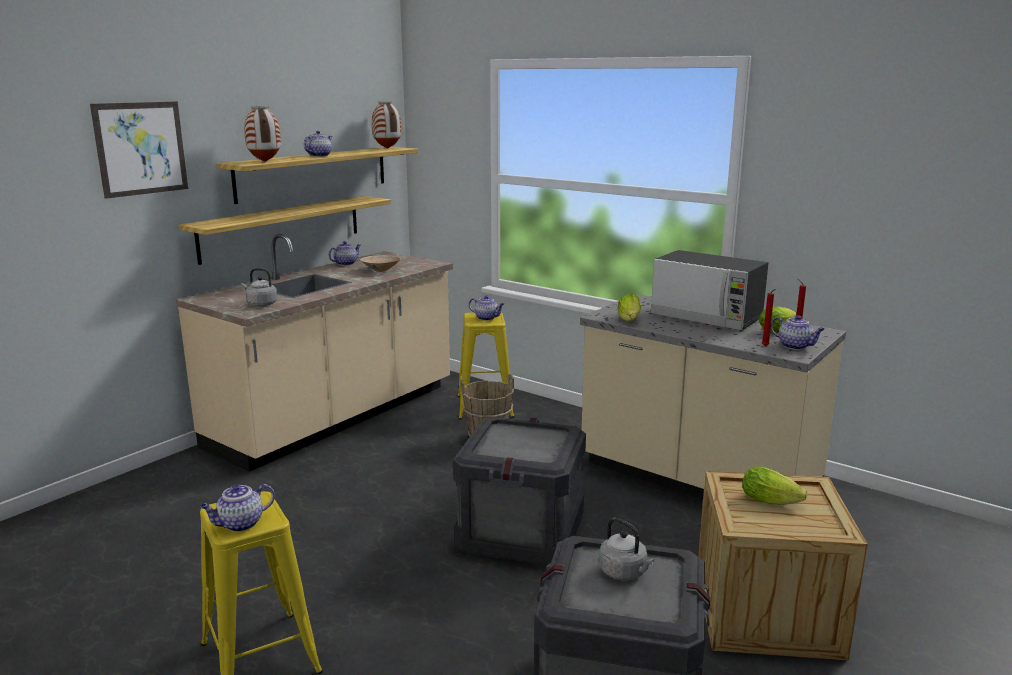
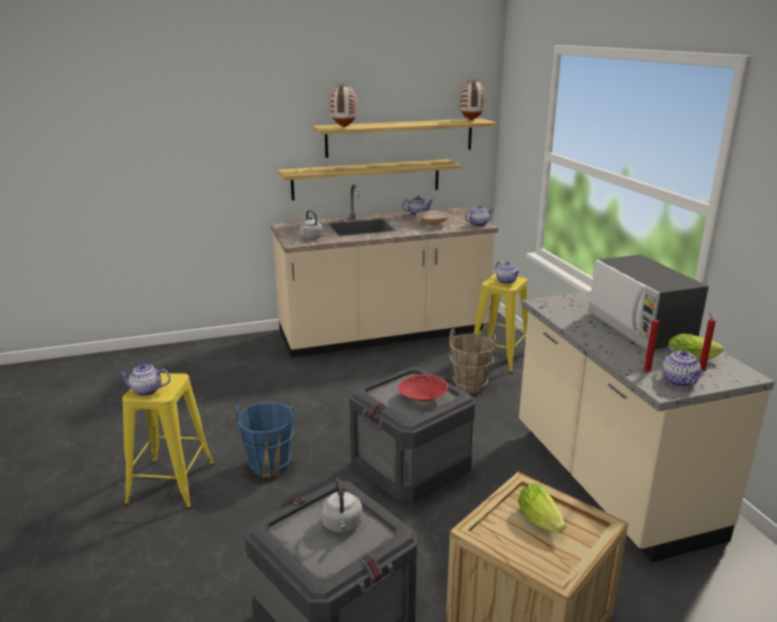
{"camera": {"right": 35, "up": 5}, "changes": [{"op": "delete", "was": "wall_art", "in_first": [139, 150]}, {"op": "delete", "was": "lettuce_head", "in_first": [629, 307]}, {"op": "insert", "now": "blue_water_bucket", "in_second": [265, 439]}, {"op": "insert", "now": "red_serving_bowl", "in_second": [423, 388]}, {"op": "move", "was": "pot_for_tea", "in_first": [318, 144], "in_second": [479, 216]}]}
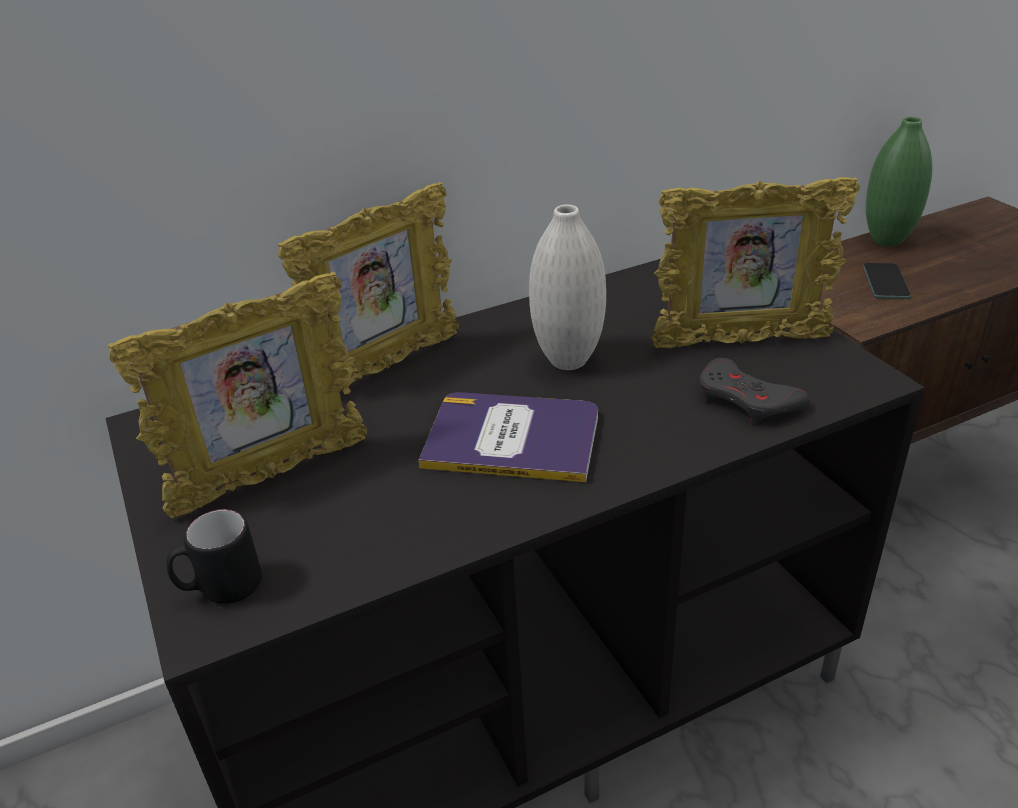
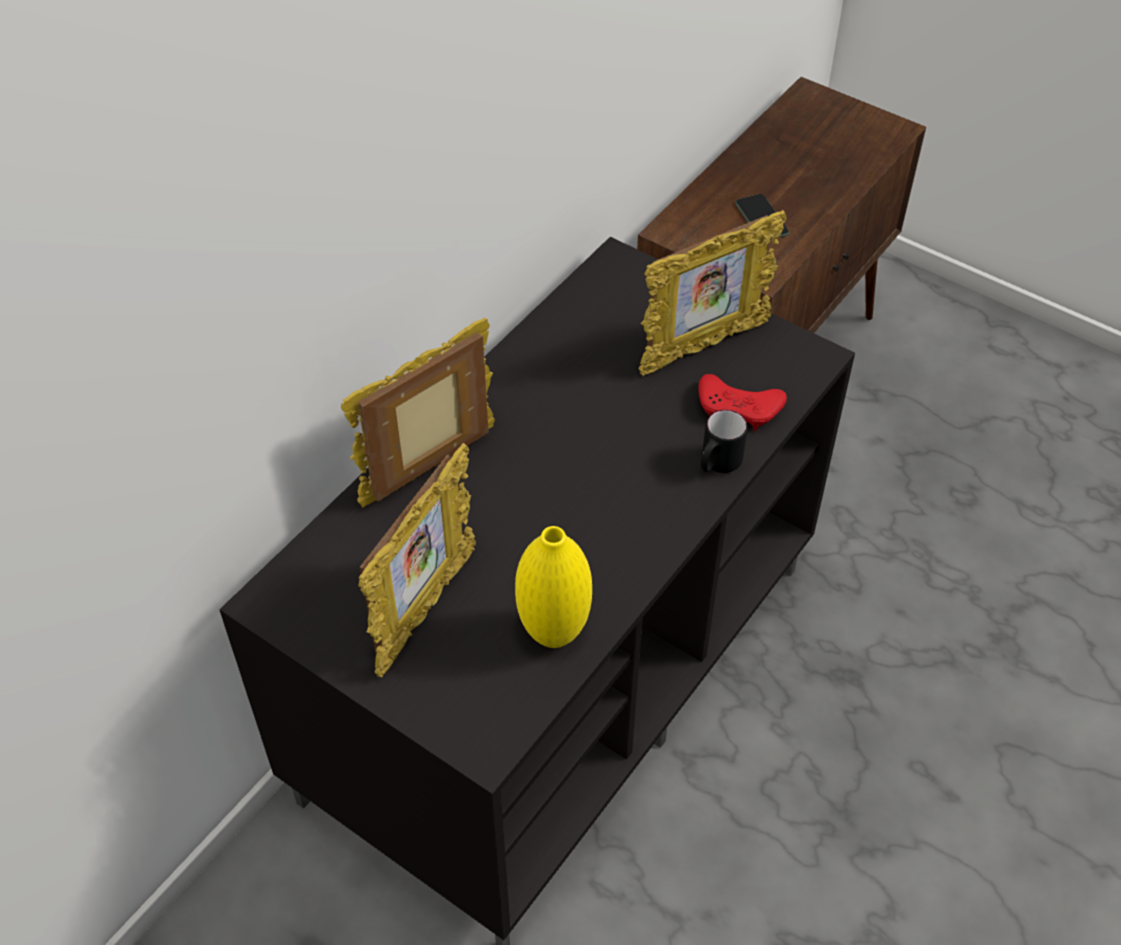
{"camera": {"right": -30, "up": 15}, "changes": [{"op": "delete", "was": "volume", "in_first": [508, 437]}, {"op": "delete", "was": "whitish_vase", "in_first": [567, 287]}, {"op": "delete", "was": "green-coloured_vase", "in_first": [899, 182]}, {"op": "insert", "now": "yellowish_vase", "in_second": [553, 587]}, {"op": "move", "was": "black-coloured_mug", "in_first": [214, 556], "in_second": [724, 441]}, {"op": "recolor", "was": "greyish_gamepad", "now": "red_gamepad", "in_first": [754, 391], "in_second": [742, 402]}, {"op": "rotate", "was": "standing_frame", "in_first": [368, 286], "in_second": [418, 413], "clockwise": -150}]}
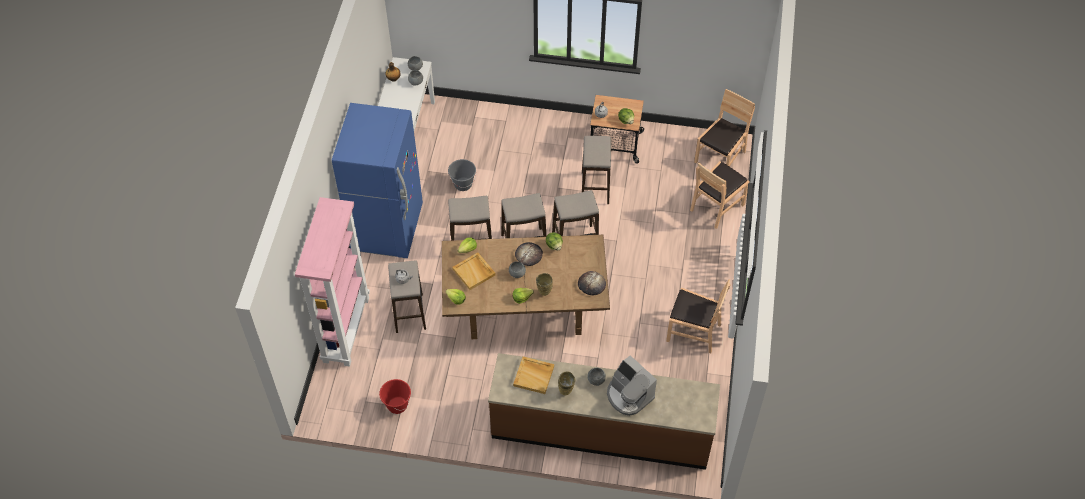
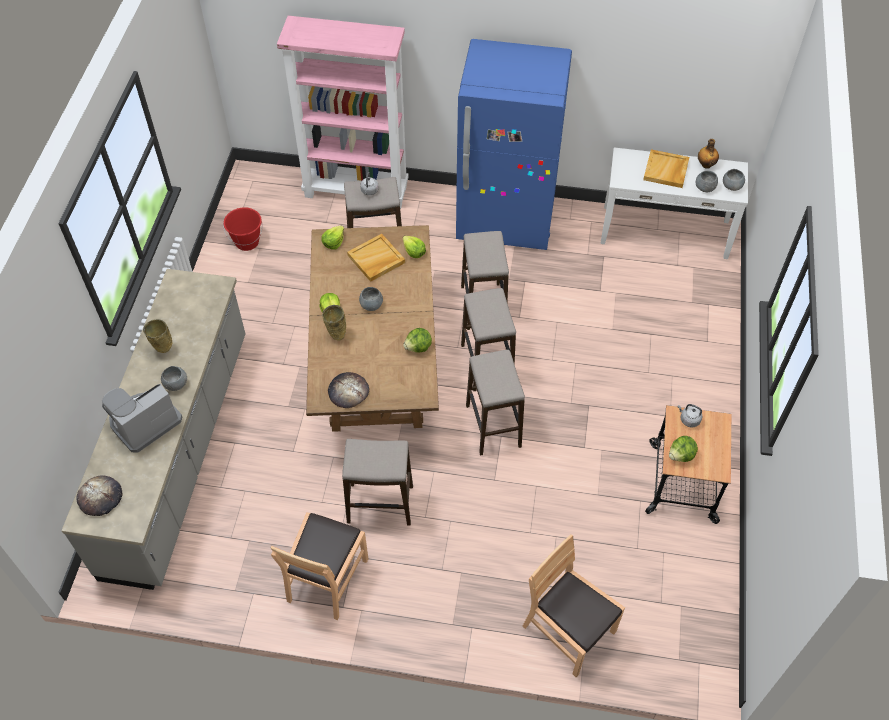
{"camera": {"right": 90, "up": 0}, "changes": [{"op": "delete", "was": "greyish_water_bucket", "in_first": [462, 175]}, {"op": "delete", "was": "brown-coloured_chair", "in_first": [724, 127]}, {"op": "move", "was": "sand-coloured_serving_tray", "in_first": [533, 375], "in_second": [666, 168]}, {"op": "move", "was": "baked_bread", "in_first": [529, 254], "in_second": [99, 495]}, {"op": "move", "was": "sitting_stool", "in_first": [596, 170], "in_second": [377, 482]}, {"op": "recolor", "was": "brown-coloured_counter", "now": "greyish_counter", "in_first": [604, 411], "in_second": [153, 429]}]}
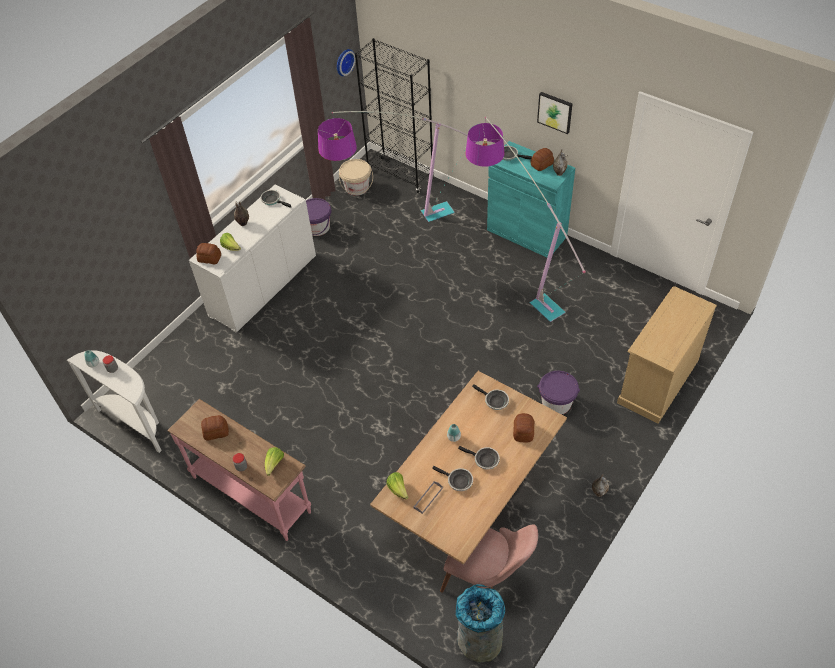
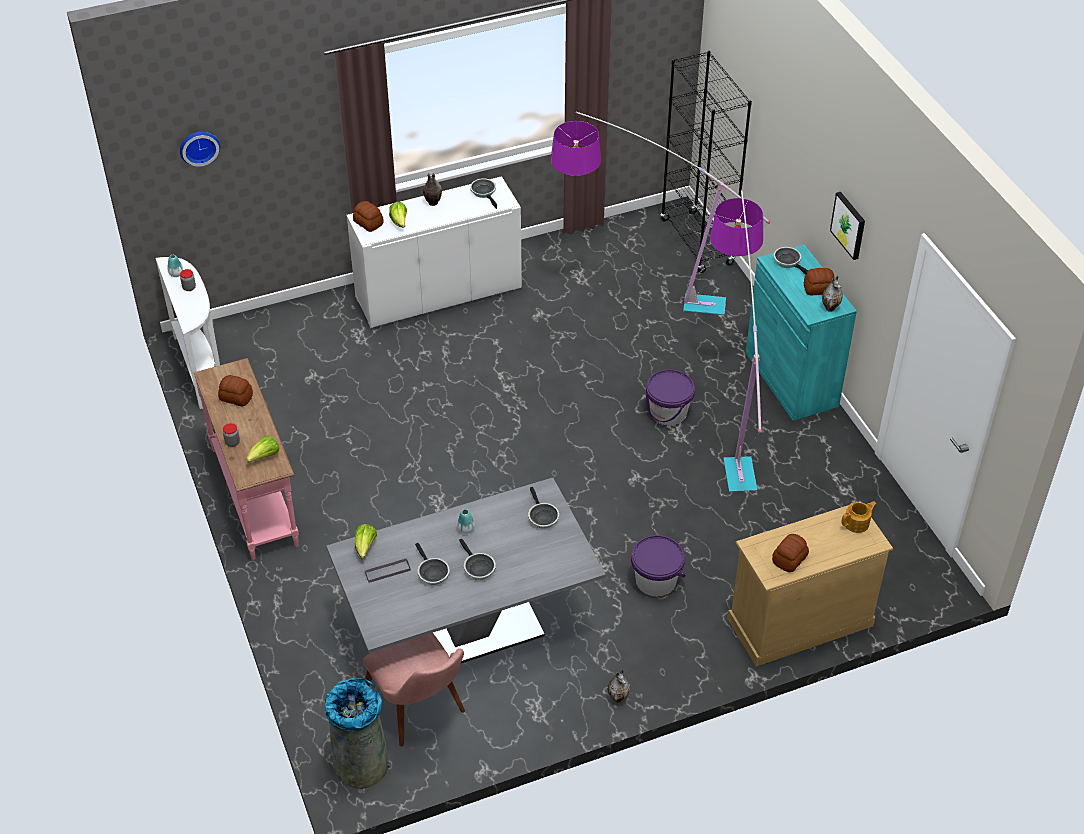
{"camera": {"right": 30, "up": -5}, "changes": [{"op": "delete", "was": "sand-coloured_water_bucket", "in_first": [356, 177]}, {"op": "insert", "now": "pot_for_tea", "in_second": [859, 517]}, {"op": "move", "was": "purple-coloured_water_bucket", "in_first": [318, 217], "in_second": [670, 397]}, {"op": "move", "was": "wall_clock", "in_first": [346, 62], "in_second": [200, 149]}, {"op": "move", "was": "baked_bread", "in_first": [523, 428], "in_second": [790, 553]}, {"op": "recolor", "was": "brown-coloured_dining_table", "now": "greyish_dining_table", "in_first": [468, 468], "in_second": [466, 570]}]}
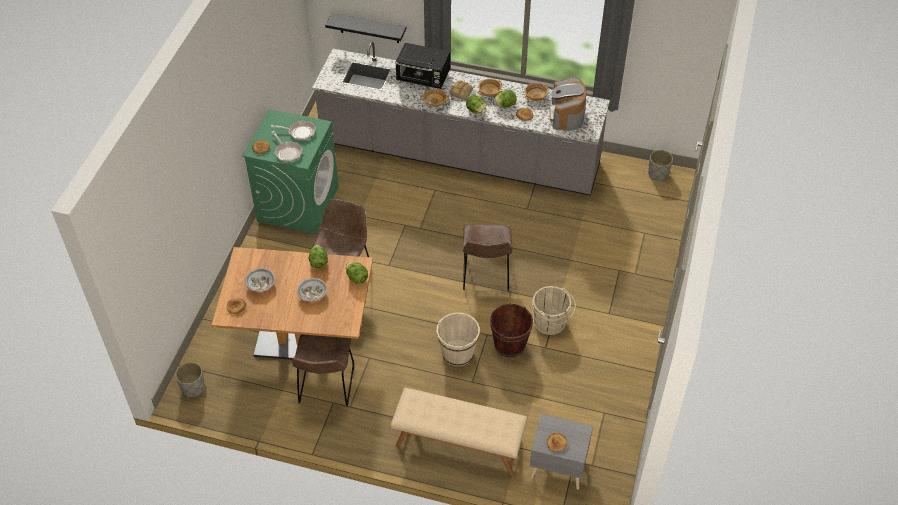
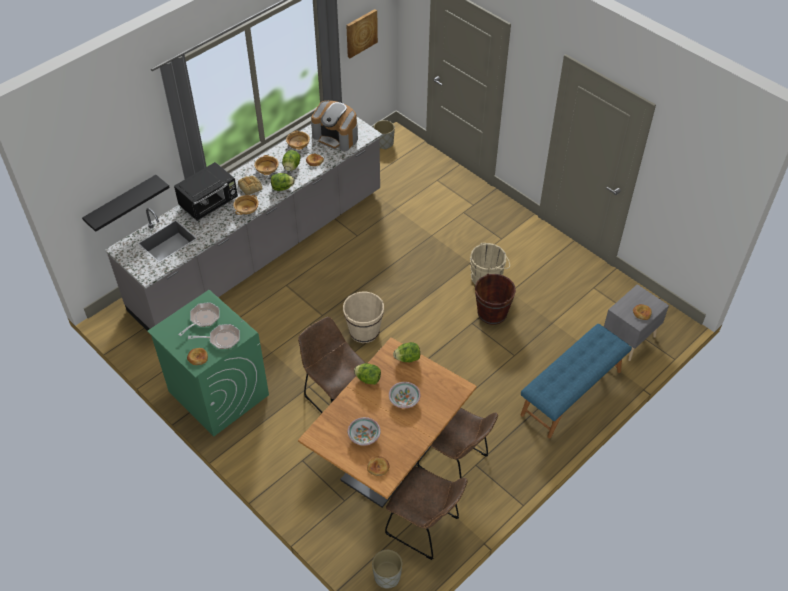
{"camera": {"right": -60, "up": 0}, "changes": [{"op": "insert", "now": "wall_art", "in_second": [362, 33]}, {"op": "move", "was": "sand-coloured_water_bucket", "in_first": [458, 339], "in_second": [363, 317]}, {"op": "move", "was": "brown-coloured_chair", "in_first": [487, 257], "in_second": [426, 513]}, {"op": "recolor", "was": "sand-coloured_indoor_bench", "now": "blue_indoor_bench", "in_first": [459, 432], "in_second": [576, 381]}]}
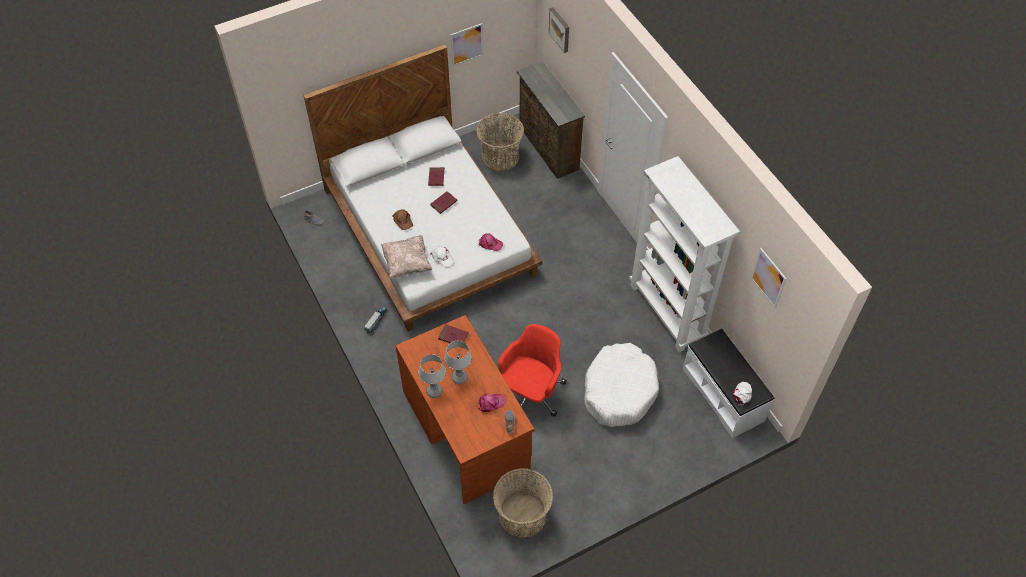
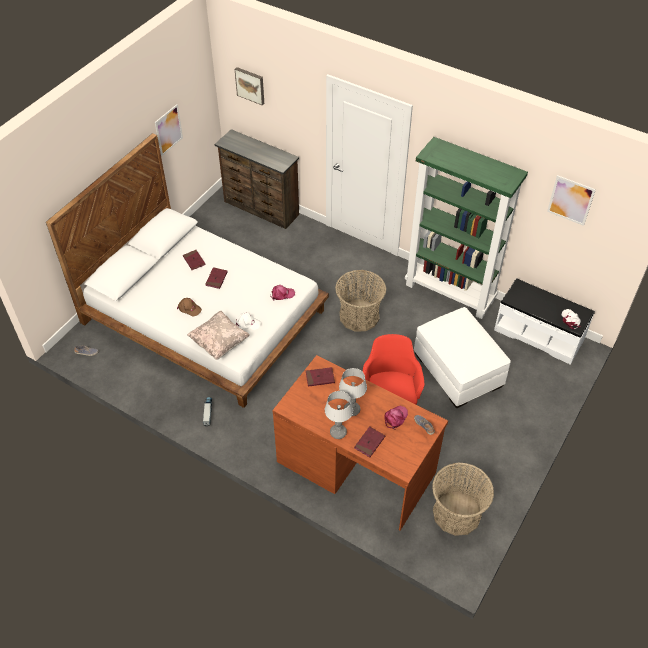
{"camera": {"right": -30, "up": -5}, "changes": [{"op": "insert", "now": "red_volume", "in_second": [369, 441]}, {"op": "move", "was": "storage_basket", "in_first": [500, 142], "in_second": [360, 301]}, {"op": "replace", "was": "whitish_dog_bed", "now": "whitish_ottoman", "in_first": [621, 385], "in_second": [462, 357]}, {"op": "recolor", "was": "whitish_bookcase", "now": "green-coloured_bookcase", "in_first": [684, 254], "in_second": [466, 228]}]}
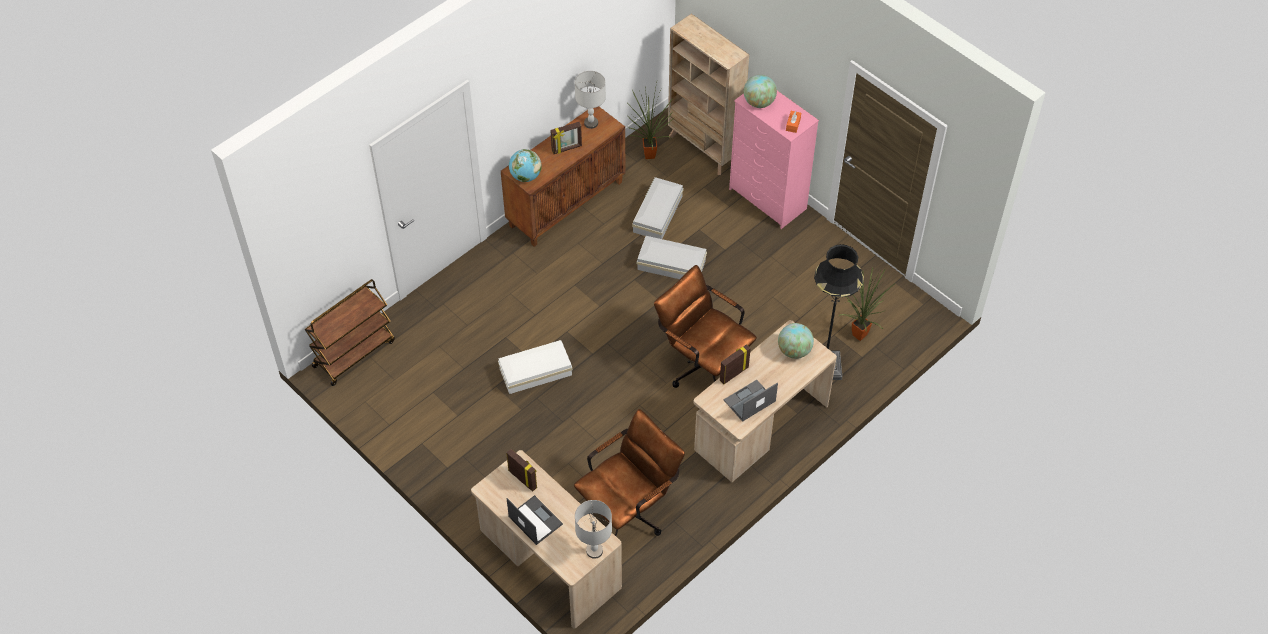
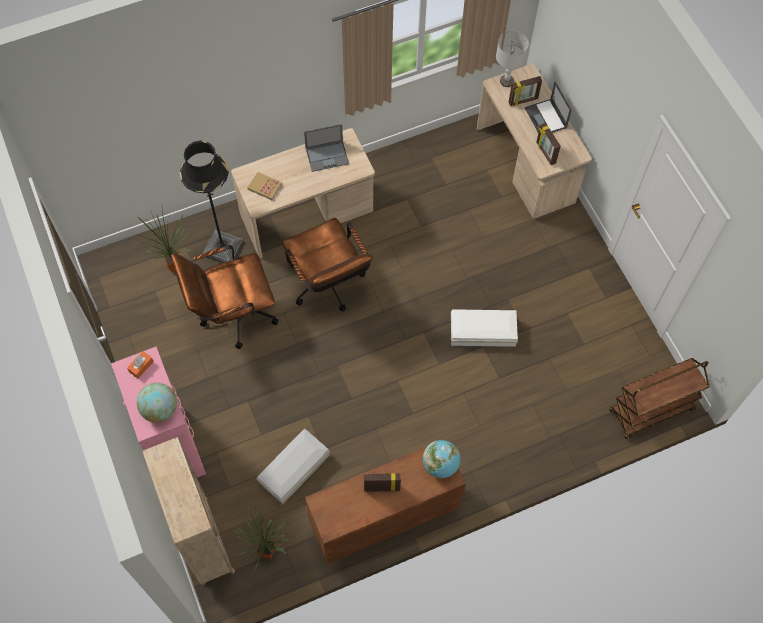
{"camera": {"right": -160, "up": 10}, "changes": [{"op": "delete", "was": "greyish_lamp_for_a_table", "in_first": [590, 100]}, {"op": "delete", "was": "whitish_storage_box", "in_first": [672, 257]}, {"op": "move", "was": "brown-coloured_office_chair", "in_first": [629, 473], "in_second": [224, 297]}, {"op": "move", "was": "standing_frame", "in_first": [735, 364], "in_second": [525, 91]}, {"op": "replace", "was": "desk_globe", "now": "volume", "in_first": [796, 341], "in_second": [264, 186]}]}
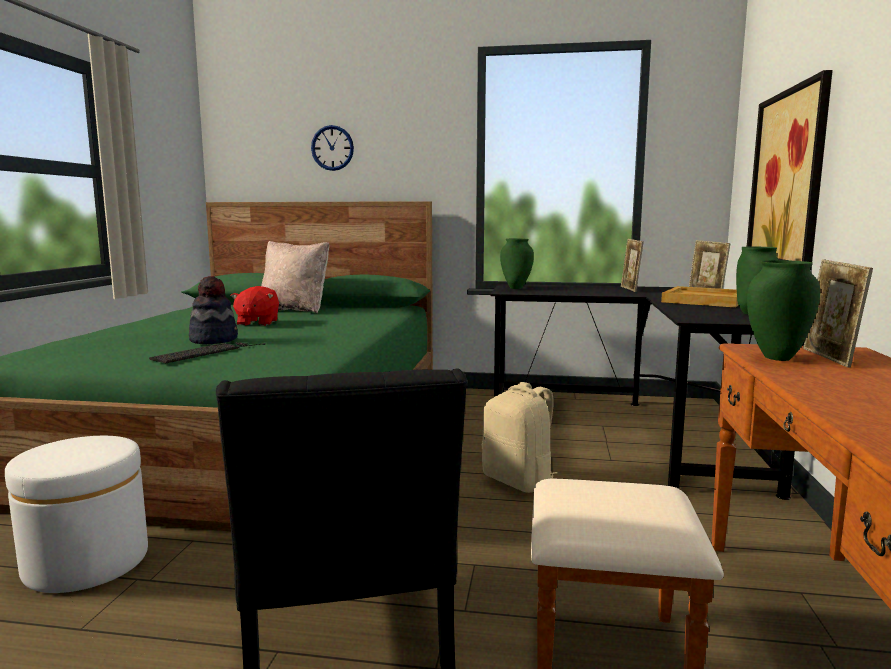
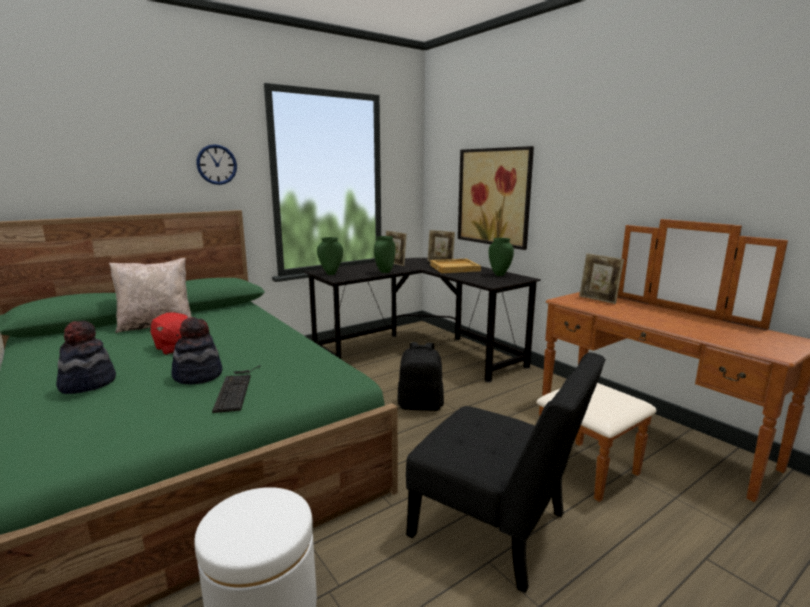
{"camera": {"right": -45, "up": 5}, "changes": [{"op": "insert", "now": "hat", "in_second": [86, 357]}, {"op": "move", "was": "wall_clock", "in_first": [332, 148], "in_second": [216, 164]}, {"op": "move", "was": "green-coloured_vase", "in_first": [783, 310], "in_second": [384, 254]}, {"op": "recolor", "was": "sand-coloured_rucksack", "now": "black-coloured_rucksack", "in_first": [519, 437], "in_second": [421, 376]}]}
